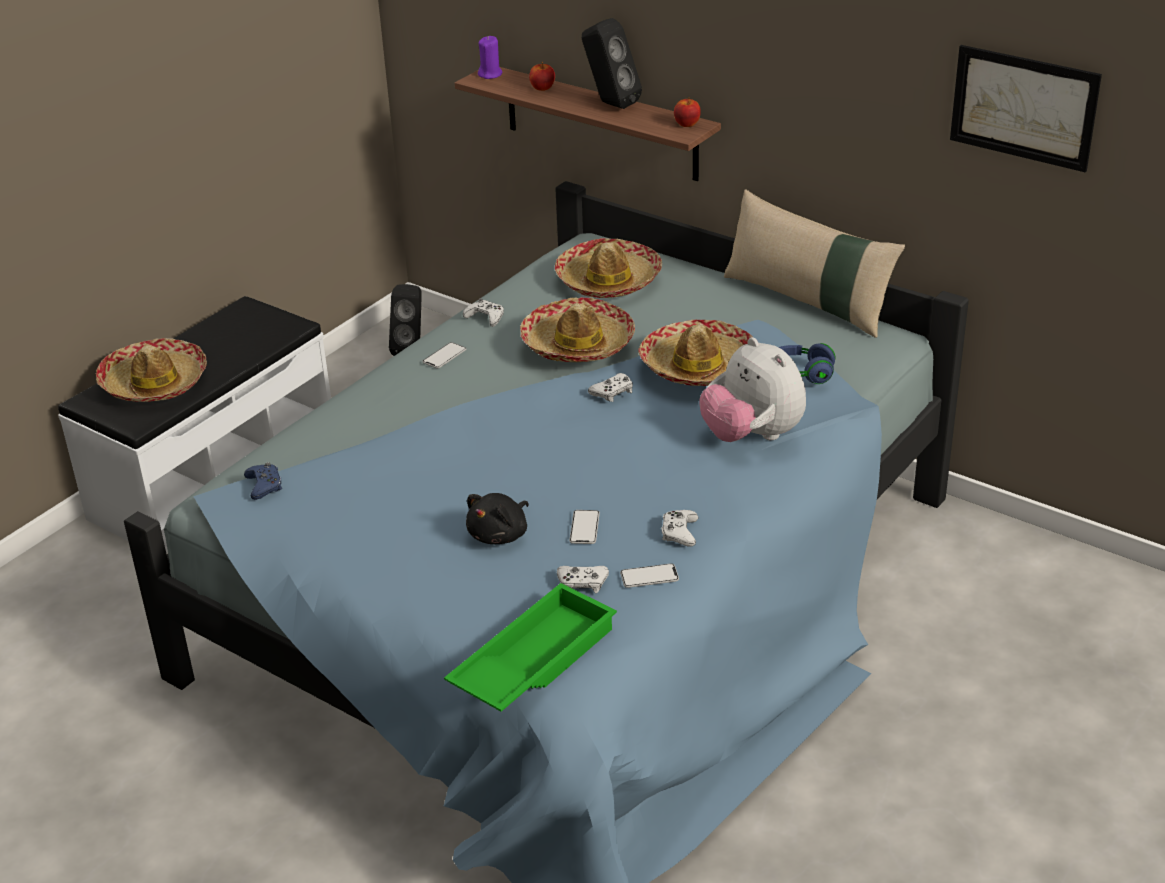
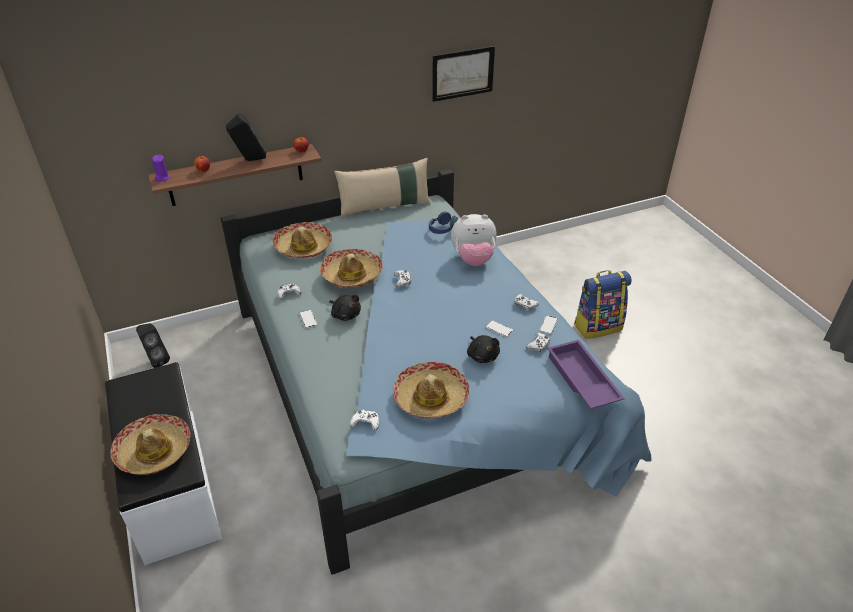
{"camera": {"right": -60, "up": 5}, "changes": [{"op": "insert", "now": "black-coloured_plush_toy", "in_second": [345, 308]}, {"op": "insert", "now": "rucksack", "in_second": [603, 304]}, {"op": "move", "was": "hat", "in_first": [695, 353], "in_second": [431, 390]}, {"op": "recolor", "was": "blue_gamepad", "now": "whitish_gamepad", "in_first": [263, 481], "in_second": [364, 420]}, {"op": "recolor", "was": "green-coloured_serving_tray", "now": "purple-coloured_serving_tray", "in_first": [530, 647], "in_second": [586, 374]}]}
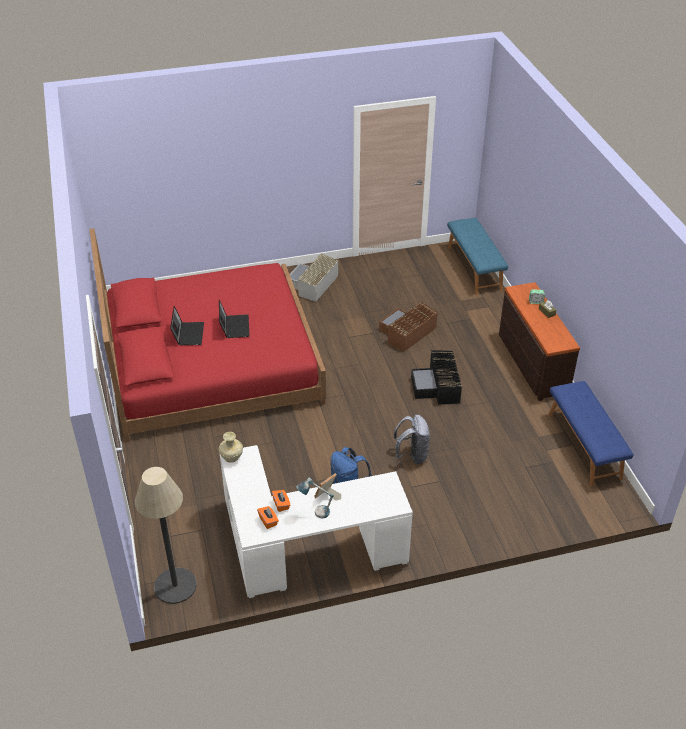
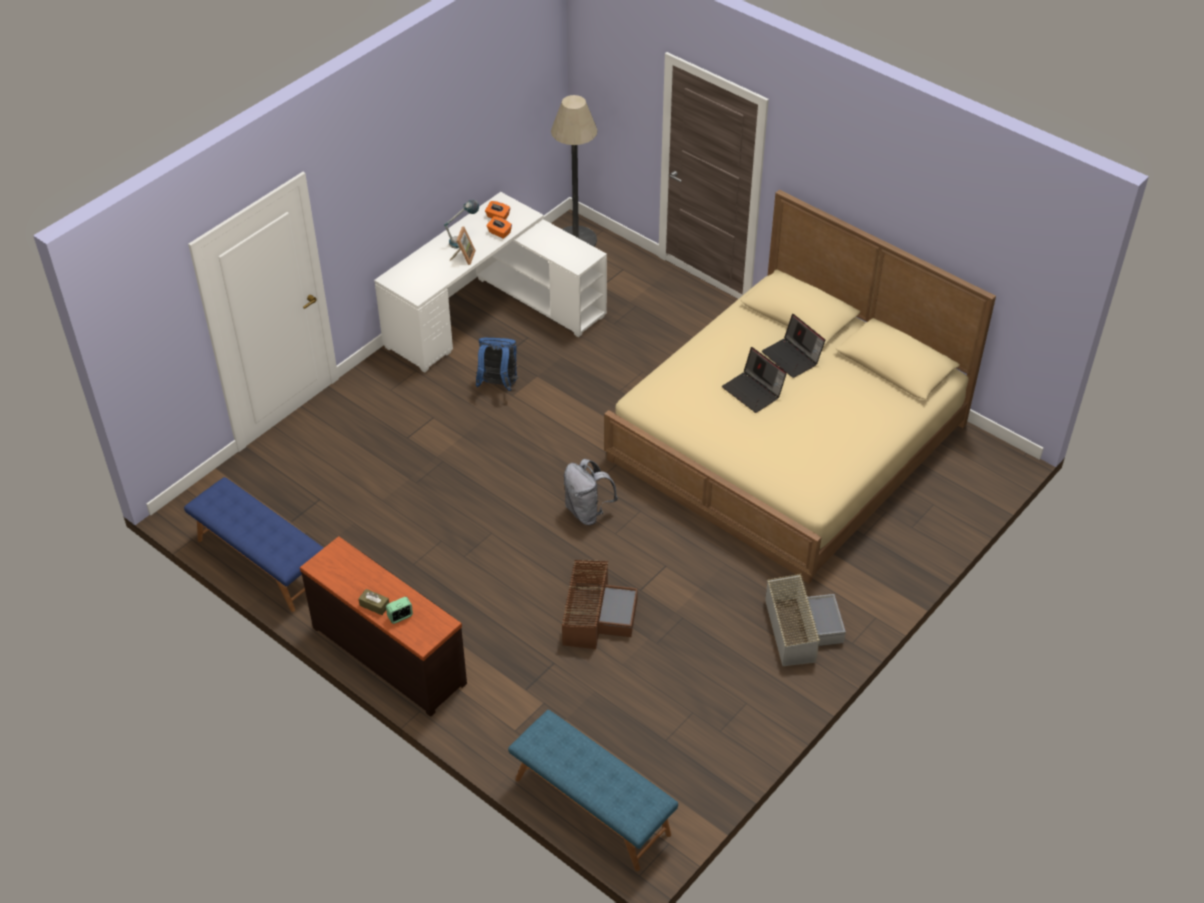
{"camera": {"right": 145, "up": 5}, "changes": [{"op": "delete", "was": "sand-coloured_vase", "in_first": [231, 447]}, {"op": "delete", "was": "black-coloured_storage_box", "in_first": [436, 377]}, {"op": "move", "was": "greyish_rucksack", "in_first": [411, 439], "in_second": [591, 492]}, {"op": "recolor", "was": "red_bedroom_bed", "now": "sand-coloured_bedroom_bed", "in_first": [207, 335], "in_second": [800, 387]}]}
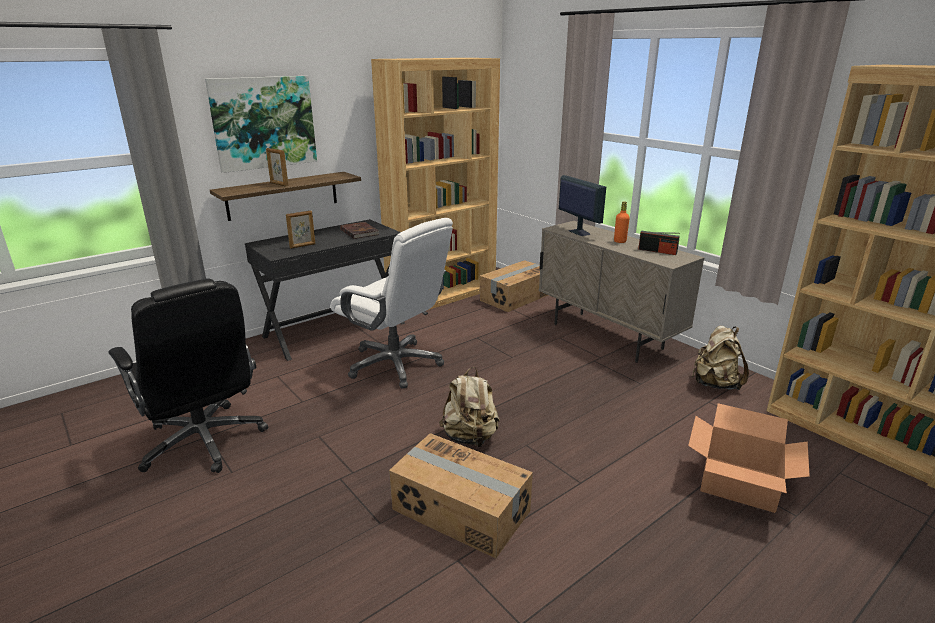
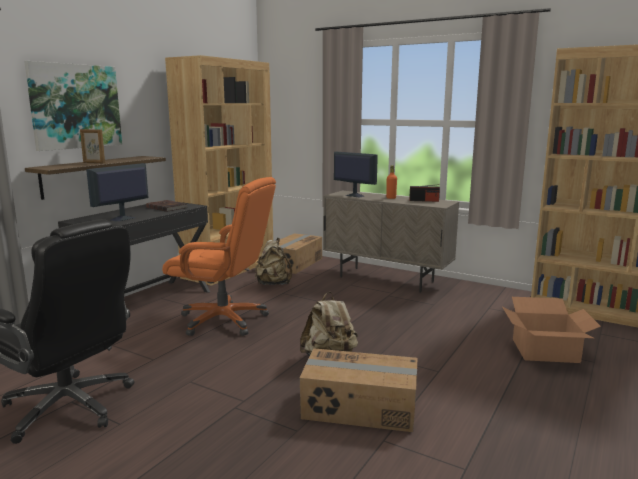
{"camera": {"right": -20, "up": -10}, "changes": [{"op": "move", "was": "sand-coloured_rucksack", "in_first": [720, 358], "in_second": [273, 261]}, {"op": "replace", "was": "standing_frame", "now": "computer_display", "in_first": [300, 229], "in_second": [117, 192]}, {"op": "recolor", "was": "whitish_office_chair", "now": "orange-coloured_office_chair", "in_first": [392, 303], "in_second": [219, 256]}]}
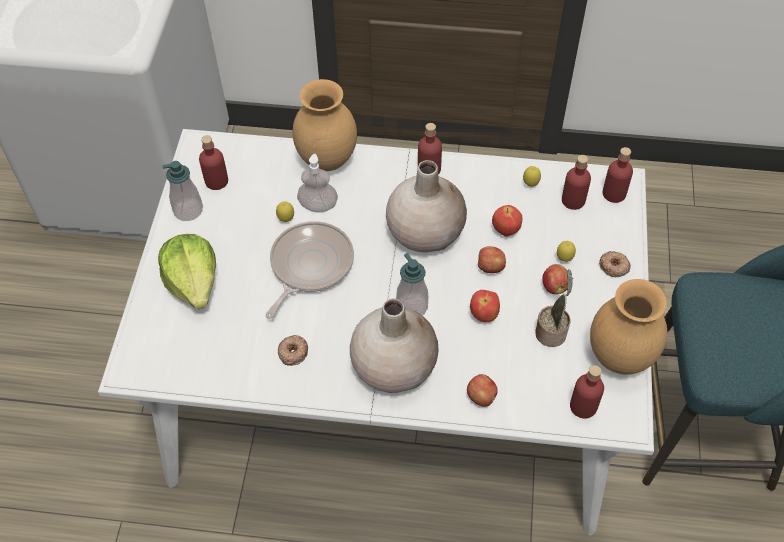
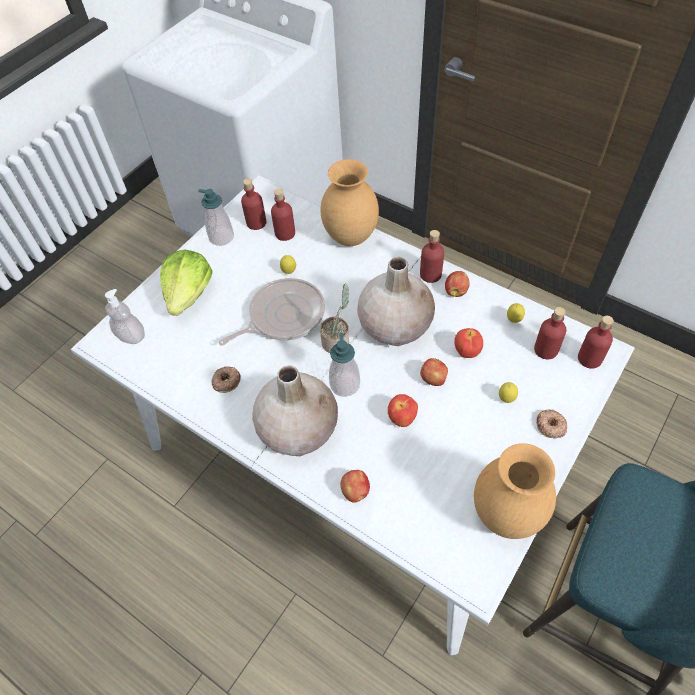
{"camera": {"right": 30, "up": 0}, "changes": [{"op": "move", "was": "soap_bottle", "in_first": [317, 183], "in_second": [125, 316]}, {"op": "move", "was": "houseplant", "in_first": [554, 308], "in_second": [334, 318]}, {"op": "move", "was": "apple", "in_first": [555, 279], "in_second": [457, 284]}, {"op": "move", "was": "red_bottle", "in_first": [587, 392], "in_second": [283, 215]}]}
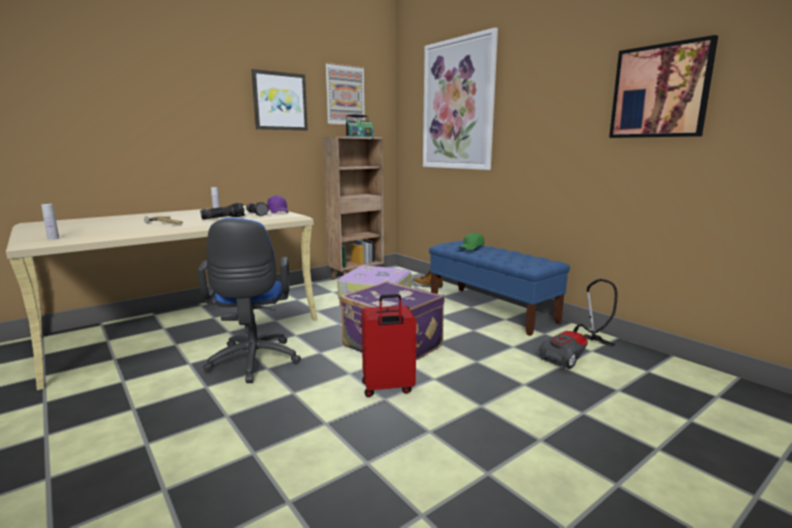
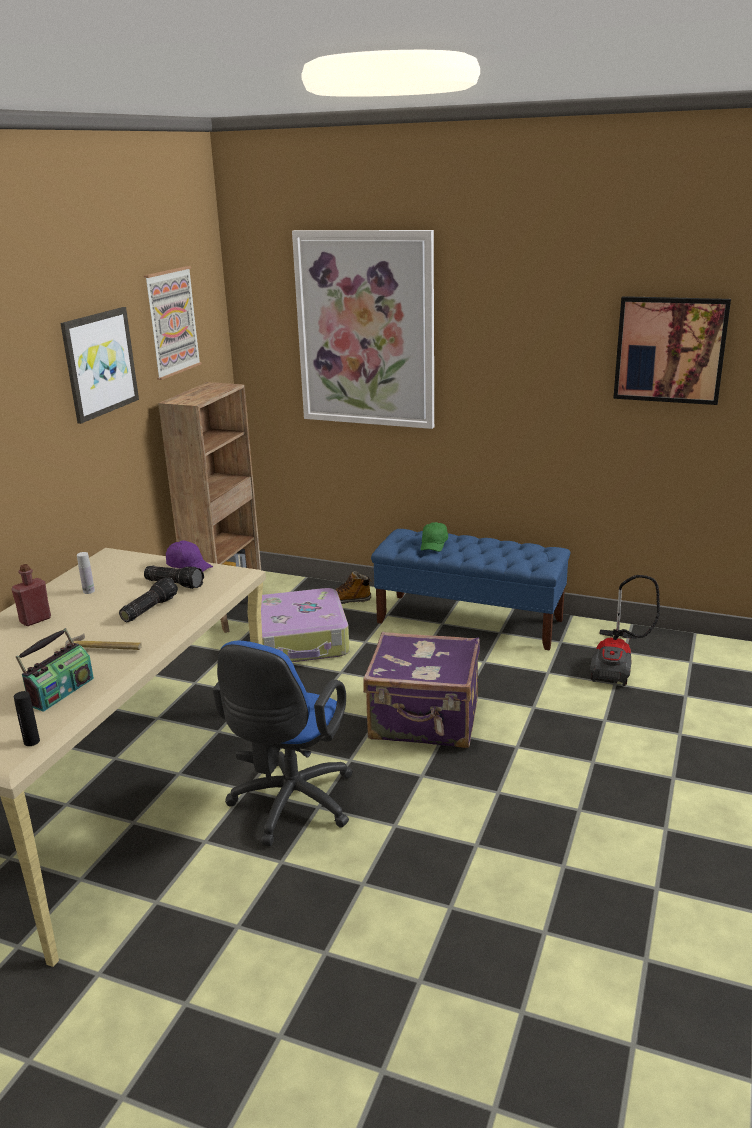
{"camera": {"right": -30, "up": 10}, "changes": [{"op": "delete", "was": "red_suitcase", "in_first": [388, 345]}, {"op": "insert", "now": "red_bottle", "in_second": [31, 595]}, {"op": "move", "was": "radio_receiver", "in_first": [359, 125], "in_second": [55, 670]}, {"op": "recolor", "was": "whitish_bottle", "now": "black-coloured_bottle", "in_first": [50, 222], "in_second": [27, 718]}, {"op": "rotate", "was": "blue_office_chair", "in_first": [249, 300], "in_second": [283, 743], "clockwise": 60}]}
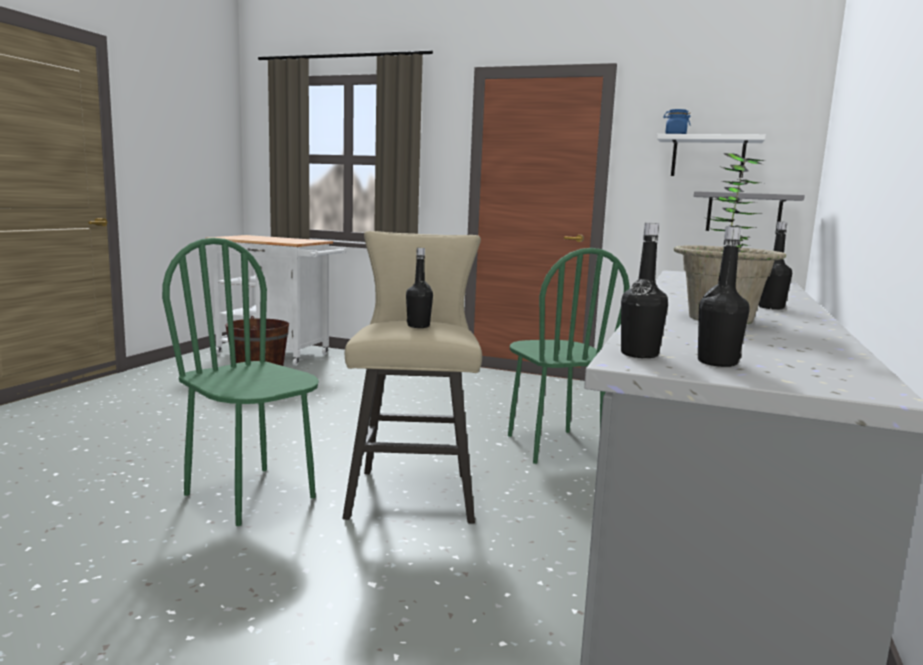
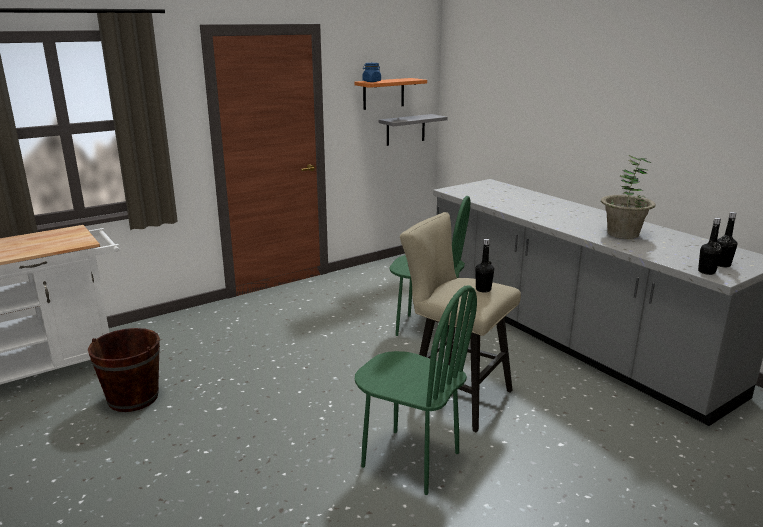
{"camera": {"right": -55, "up": 10}, "changes": [{"op": "delete", "was": "black-coloured_bottle", "in_first": [775, 266]}, {"op": "recolor", "was": "whitish_shelf", "now": "orange-coloured_shelf", "in_first": [711, 156], "in_second": [390, 94]}, {"op": "rotate", "was": "green-coloured_chair", "in_first": [240, 381], "in_second": [416, 390], "clockwise": -135}]}
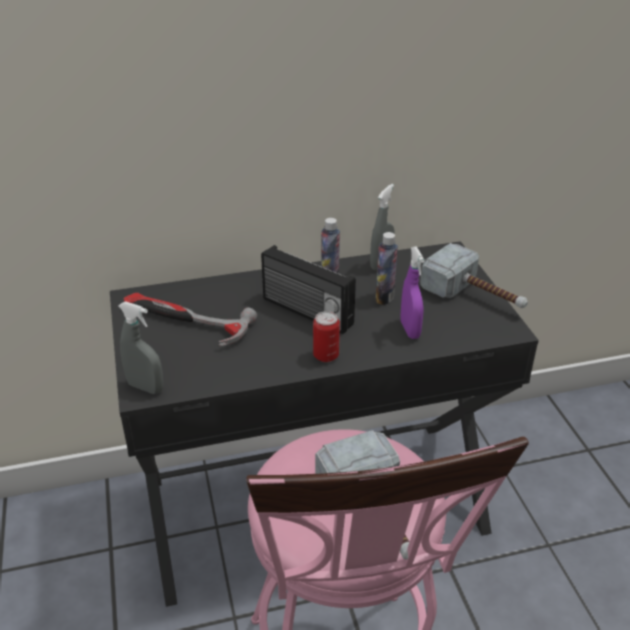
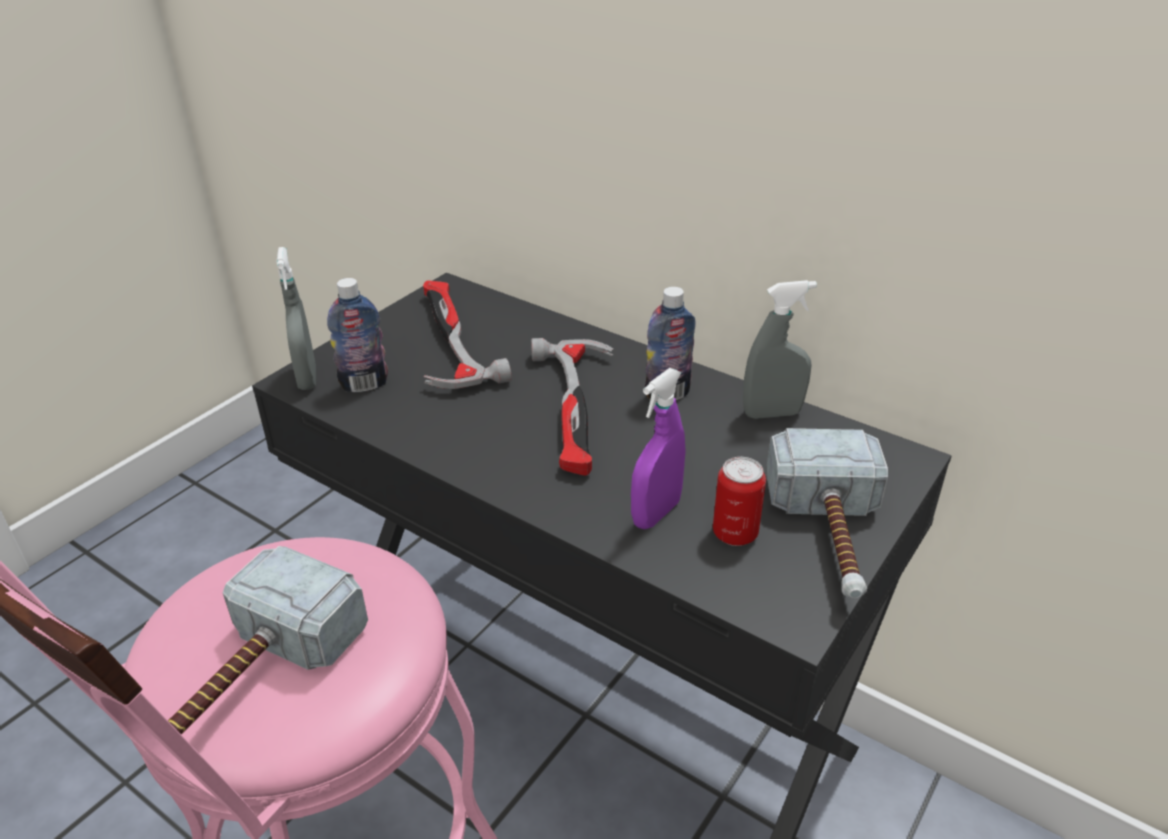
{"camera": {"right": 50, "up": 0}, "changes": [{"op": "move", "was": "sealed_can", "in_first": [326, 336], "in_second": [739, 501]}, {"op": "move", "was": "bottle", "in_first": [387, 268], "in_second": [357, 335]}, {"op": "replace", "was": "radio_receiver", "now": "hammer", "in_first": [308, 289], "in_second": [572, 407]}]}
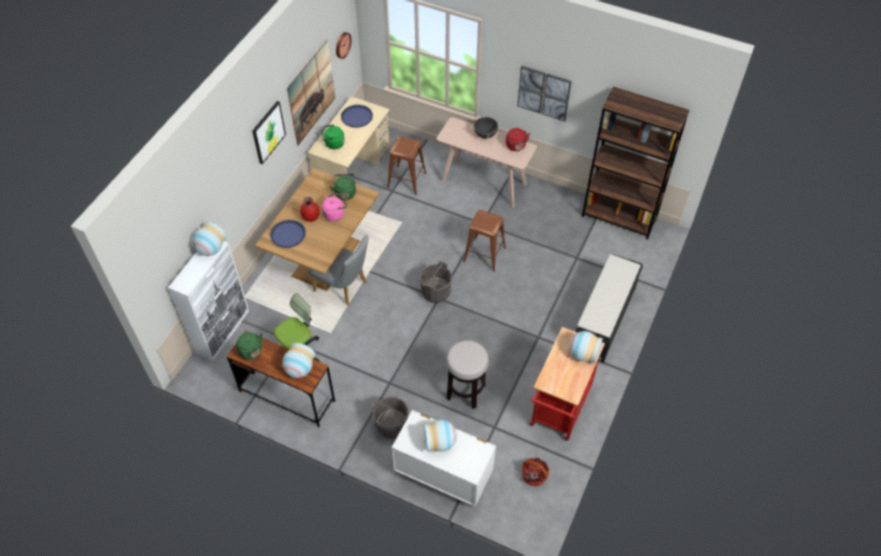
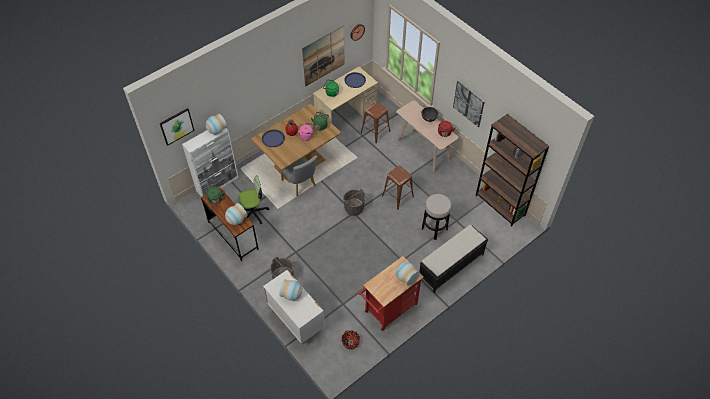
{"camera": {"right": 25, "up": 0}, "changes": [{"op": "move", "was": "wall_art", "in_first": [269, 132], "in_second": [177, 127]}, {"op": "move", "was": "sitting_stool", "in_first": [467, 374], "in_second": [437, 217]}]}
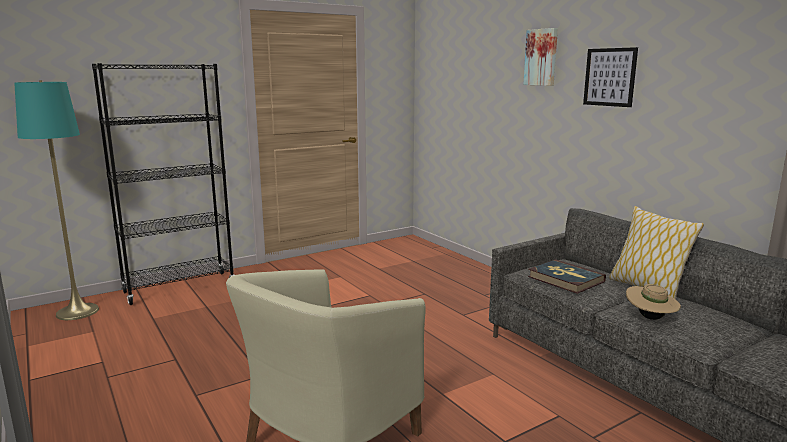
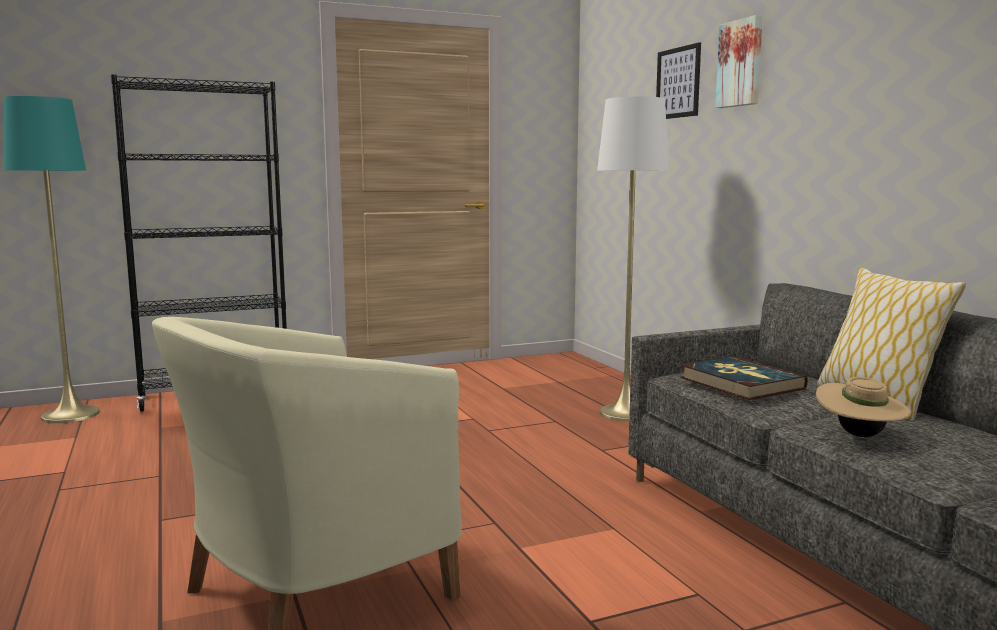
{"camera": {"right": 10, "up": -5}, "changes": [{"op": "insert", "now": "whitish_standing_lamp", "in_second": [633, 259]}, {"op": "move", "was": "wall_art", "in_first": [610, 77], "in_second": [678, 80]}]}
